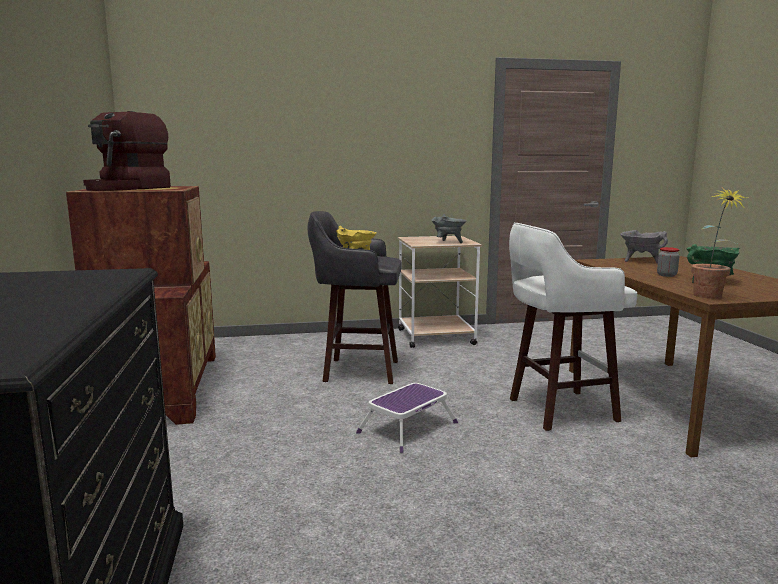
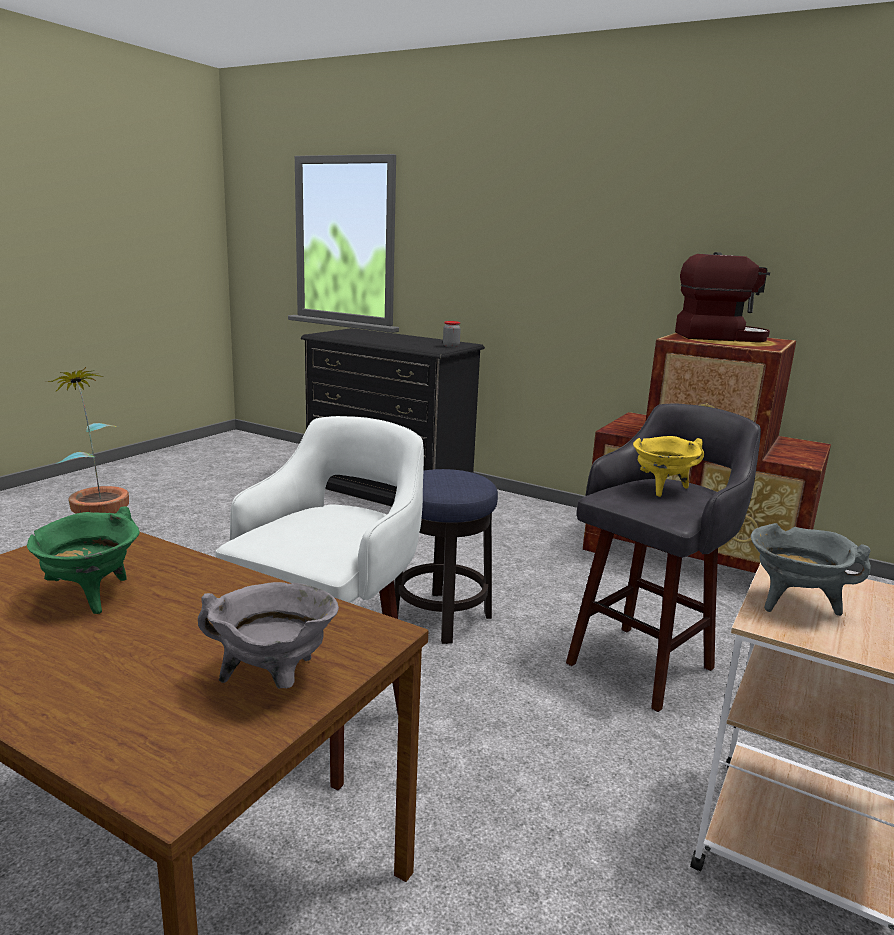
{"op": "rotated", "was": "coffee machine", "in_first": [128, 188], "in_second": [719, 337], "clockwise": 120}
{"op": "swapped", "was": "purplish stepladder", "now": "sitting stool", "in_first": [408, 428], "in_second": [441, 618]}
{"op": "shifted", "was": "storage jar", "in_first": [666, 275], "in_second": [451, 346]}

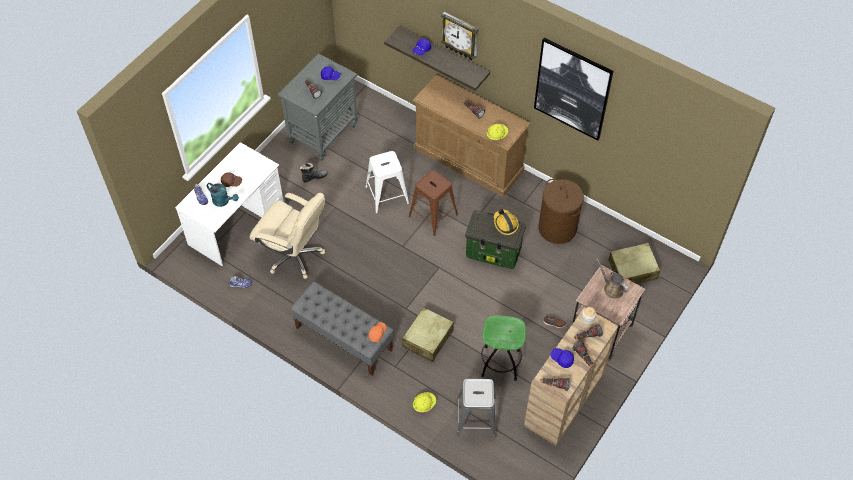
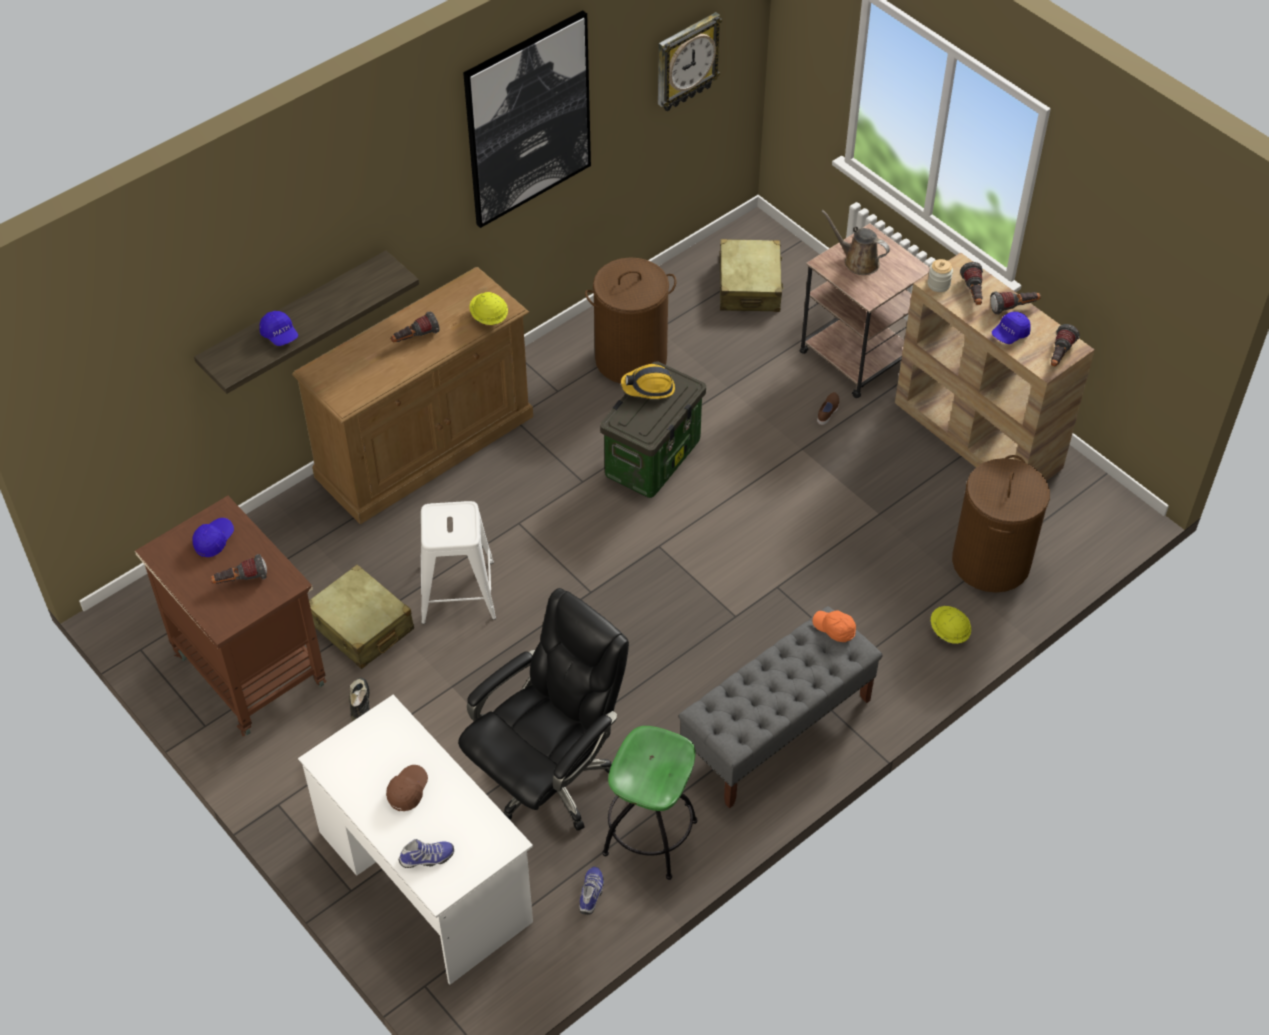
{"op": "gone", "was": "turquoise-coloured watering pot", "in_first": [223, 201]}
{"op": "repainted", "was": "beige-coloured office chair", "now": "black office chair", "in_first": [293, 255], "in_second": [548, 782]}
{"op": "repainted", "was": "greyish wheeled cart", "now": "brown-coloured wheeled cart", "in_first": [324, 133], "in_second": [249, 669]}
{"op": "shifted", "was": "beige-coloured suitcase", "in_first": [427, 339], "in_second": [361, 627]}
{"op": "gone", "was": "brown-coloured sitting stool", "in_first": [433, 215]}
{"op": "shifted", "was": "wall clock", "in_first": [460, 36], "in_second": [686, 62]}
{"op": "swapped", "was": "greyish sitting stool", "now": "brown-coloured washing basket", "in_first": [476, 418], "in_second": [991, 562]}
{"op": "shifted", "was": "green sitting stool", "in_first": [500, 363], "in_second": [650, 836]}
{"op": "rotated", "was": "brown-coloured watering pot", "in_first": [612, 288], "in_second": [858, 261], "clockwise": 60}

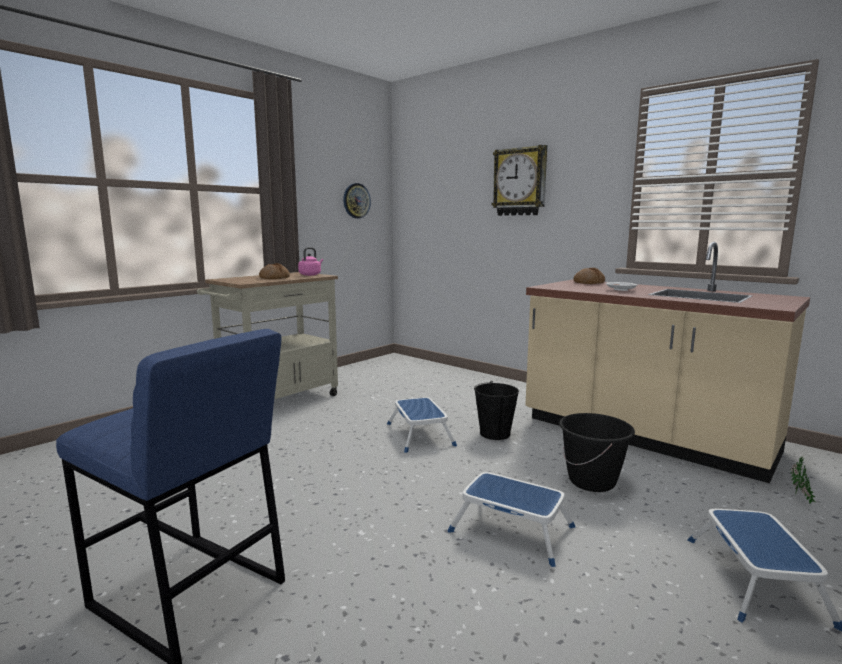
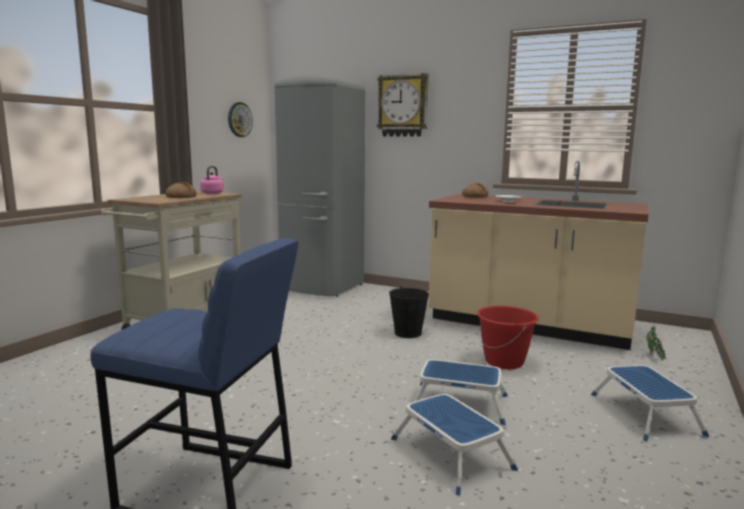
{"op": "shifted", "was": "bluish stepladder", "in_first": [419, 434], "in_second": [450, 454]}
{"op": "repainted", "was": "black pail", "now": "reddish pail", "in_first": [592, 481], "in_second": [504, 362]}
{"op": "new", "now": "greyish fridge", "in_second": [321, 287]}

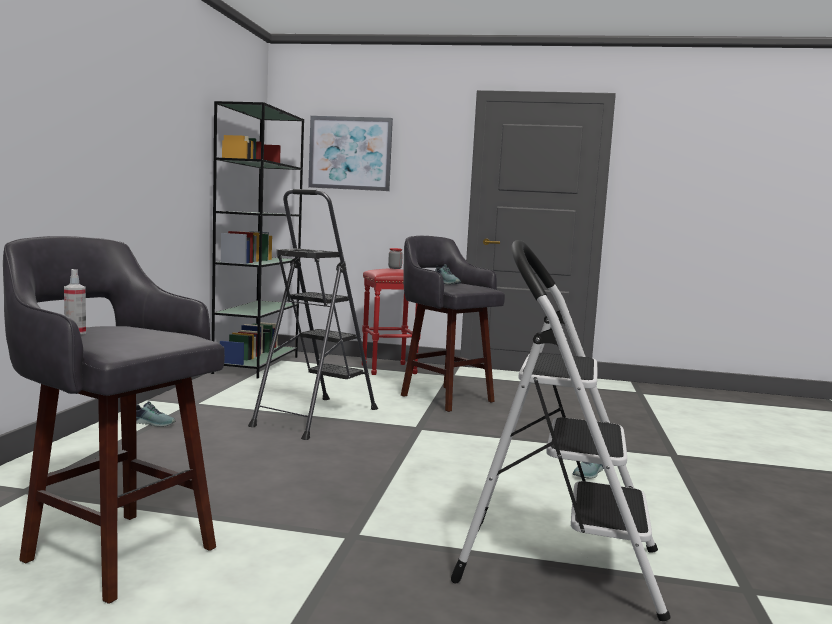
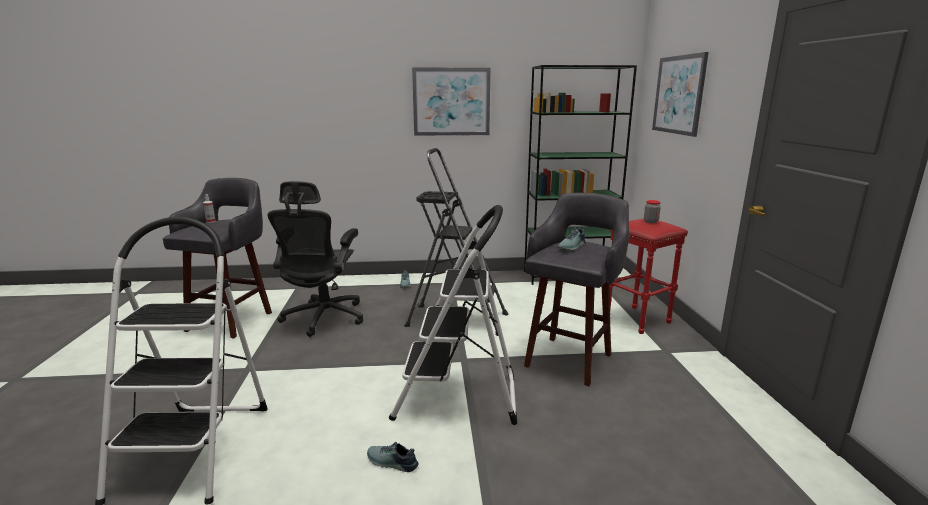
{"op": "new", "now": "office chair", "in_second": [323, 320]}
{"op": "new", "now": "stepladder", "in_second": [459, 397]}
{"op": "new", "now": "wall picture", "in_second": [451, 102]}

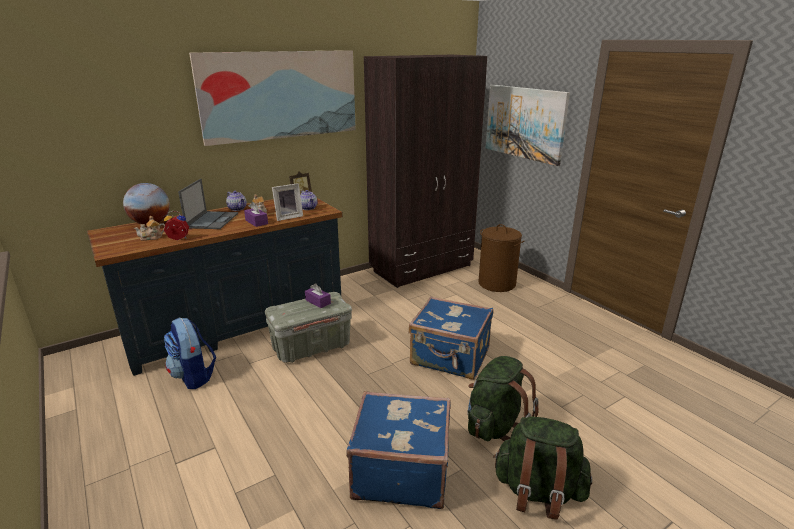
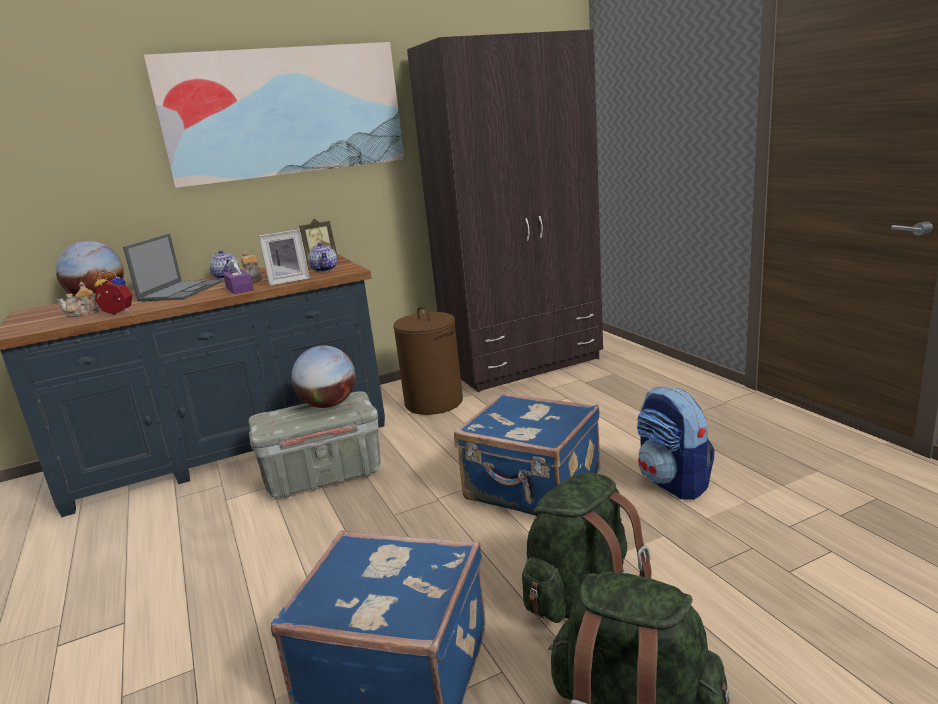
{"op": "shifted", "was": "backpack", "in_first": [194, 376], "in_second": [673, 482]}
{"op": "swapped", "was": "purplish tissue box", "now": "world globe", "in_first": [318, 302], "in_second": [329, 405]}
{"op": "shifted", "was": "brown-coloured washing basket", "in_first": [497, 284], "in_second": [434, 402]}
{"op": "gone", "was": "wall picture", "in_first": [524, 123]}

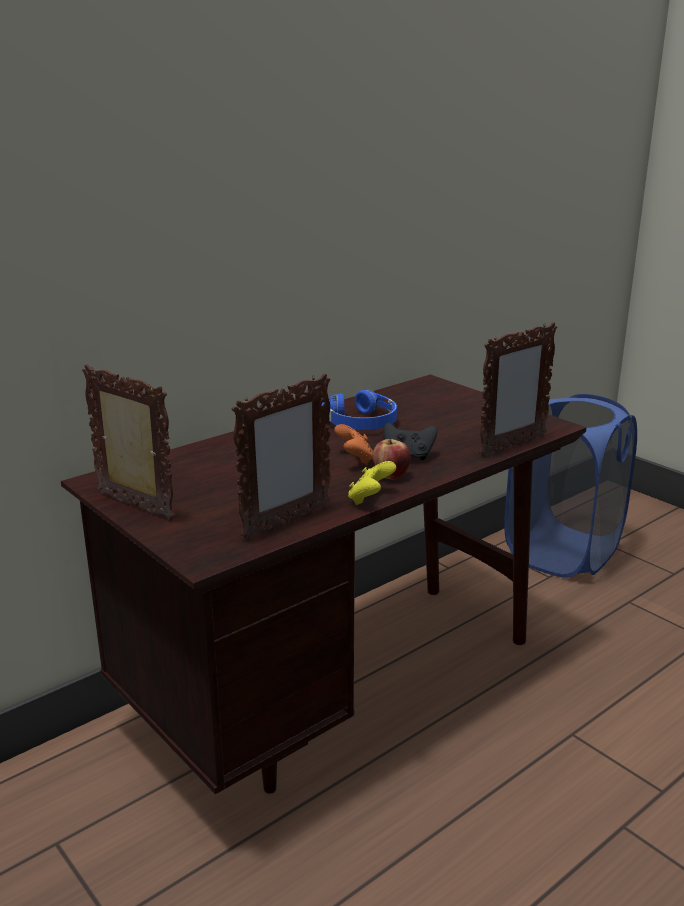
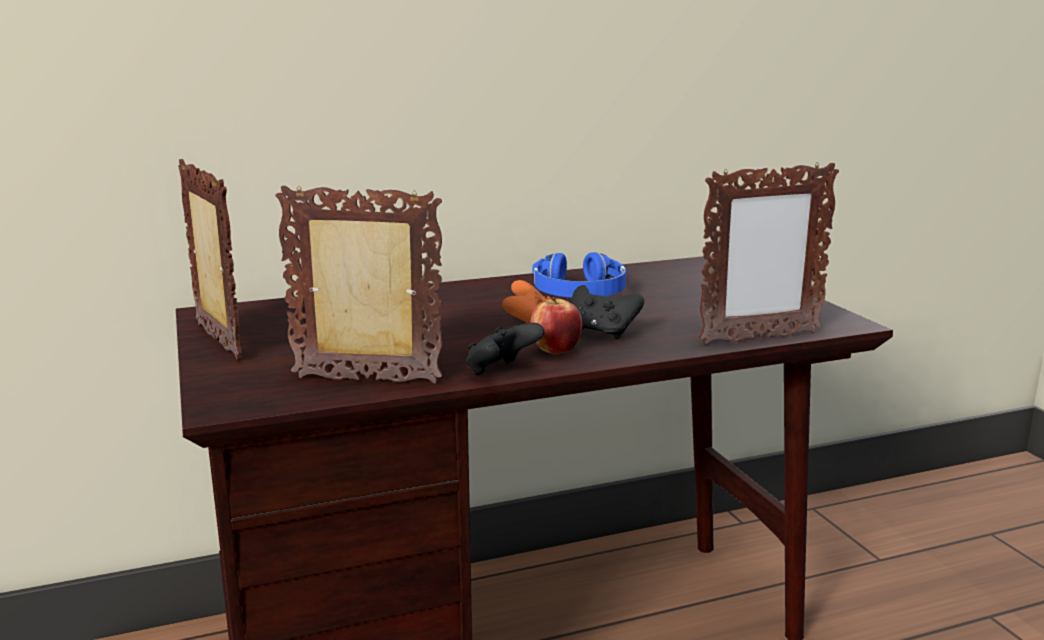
{"op": "rotated", "was": "standing frame", "in_first": [285, 522], "in_second": [367, 381], "clockwise": -150}
{"op": "repainted", "was": "yellowish game controller", "now": "black game controller", "in_first": [370, 499], "in_second": [501, 371]}
{"op": "gone", "was": "bluish washing basket", "in_first": [562, 552]}

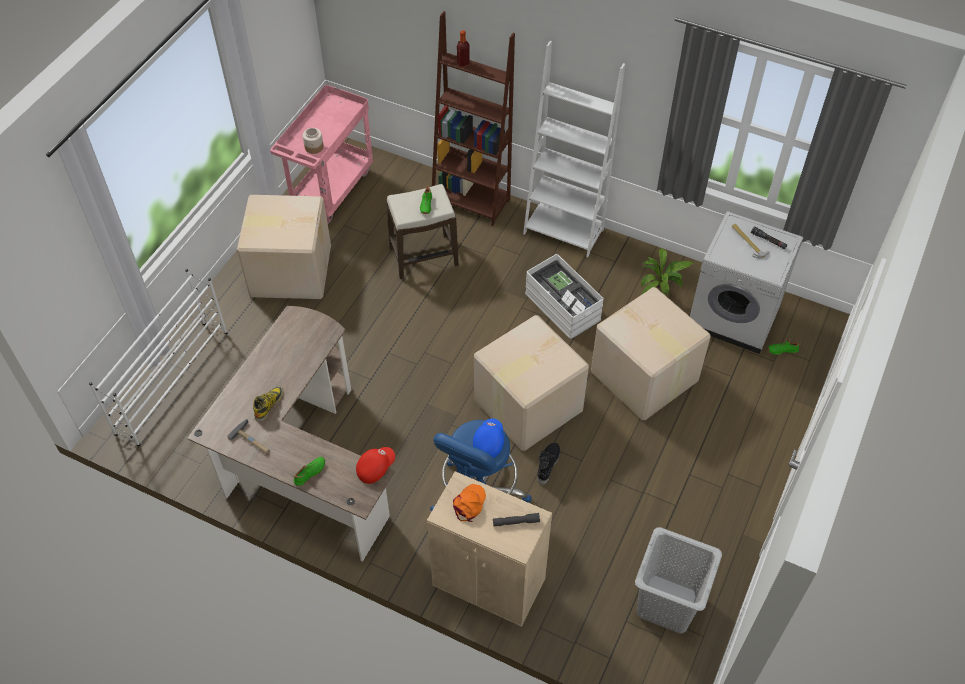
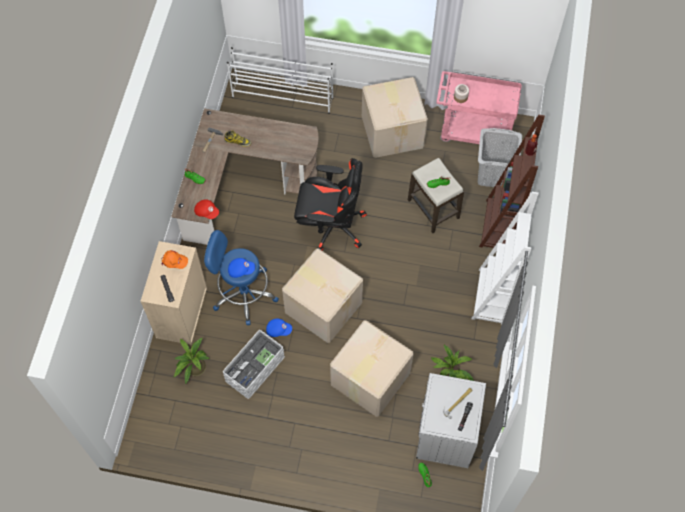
{"op": "shifted", "was": "whitish storage container", "in_first": [563, 305], "in_second": [255, 369]}
{"op": "swapped", "was": "black tall boot", "now": "bluish peaked cap", "in_first": [547, 464], "in_second": [278, 330]}
{"op": "shifted", "was": "greyish washing basket", "in_first": [666, 603], "in_second": [493, 174]}
{"op": "new", "now": "plant in a pot", "in_second": [194, 369]}
{"op": "new", "now": "black office chair", "in_second": [329, 226]}

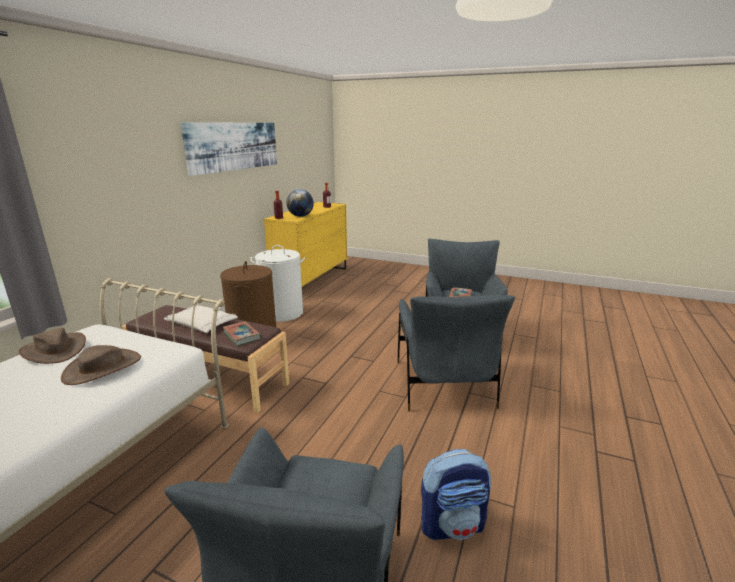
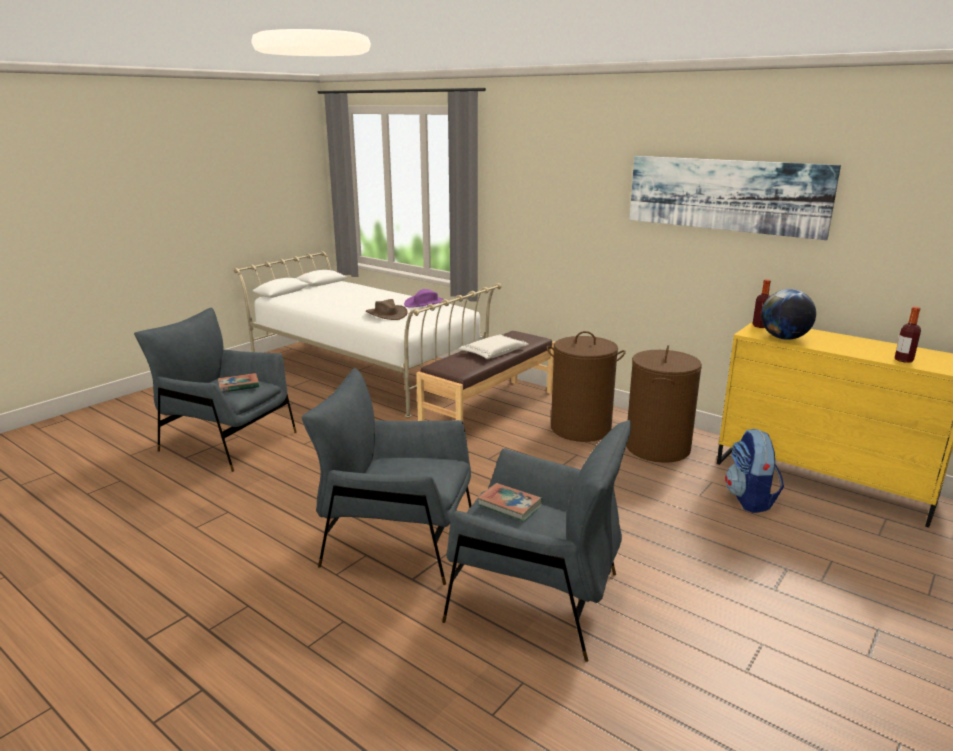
{"op": "repainted", "was": "brown-coloured hat", "now": "purplish hat", "in_first": [54, 350], "in_second": [426, 303]}
{"op": "shifted", "was": "bound book", "in_first": [242, 335], "in_second": [238, 386]}
{"op": "repainted", "was": "whitish washing basket", "now": "brown-coloured washing basket", "in_first": [282, 313], "in_second": [657, 448]}
{"op": "shifted", "was": "backpack", "in_first": [453, 524], "in_second": [750, 500]}

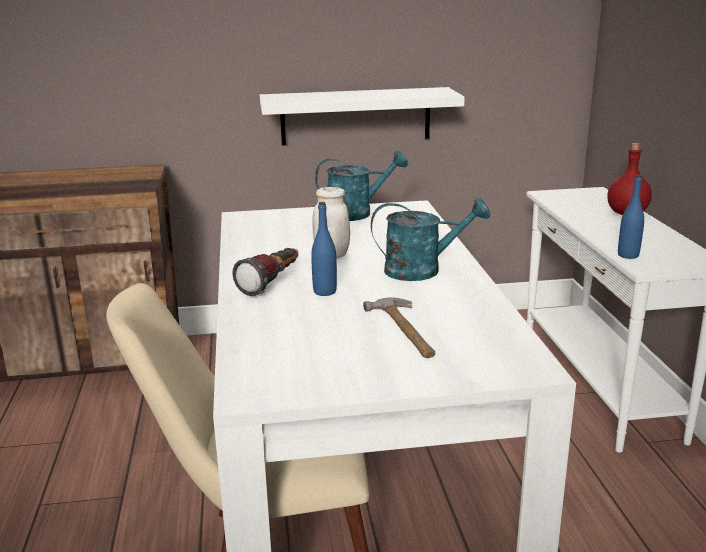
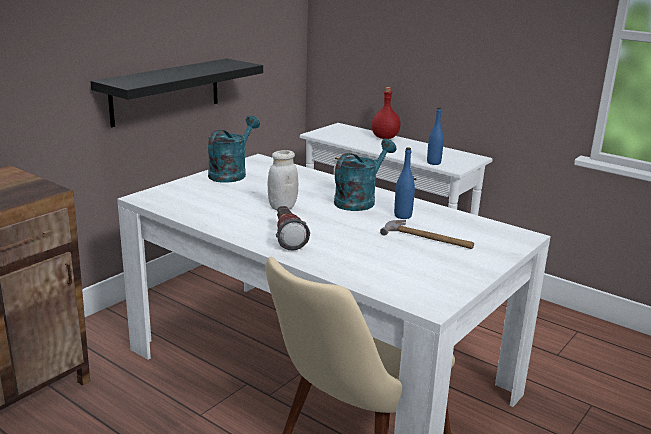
{"op": "repainted", "was": "whitish wall shelf", "now": "black wall shelf", "in_first": [355, 116], "in_second": [166, 91]}
{"op": "shifted", "was": "bluish beverage bottle", "in_first": [325, 292], "in_second": [403, 216]}

